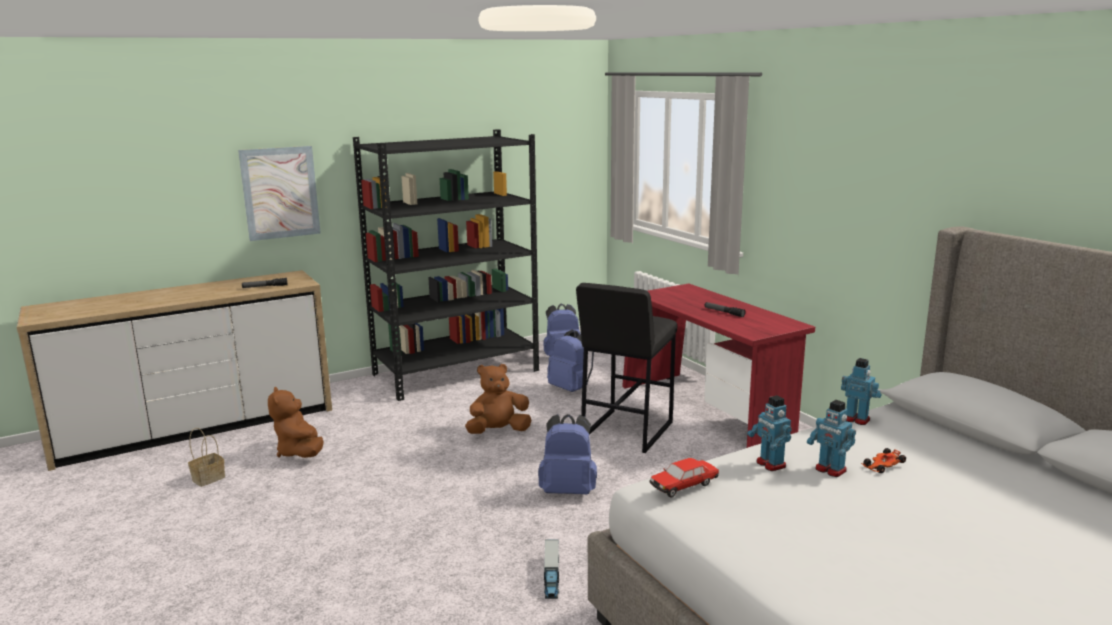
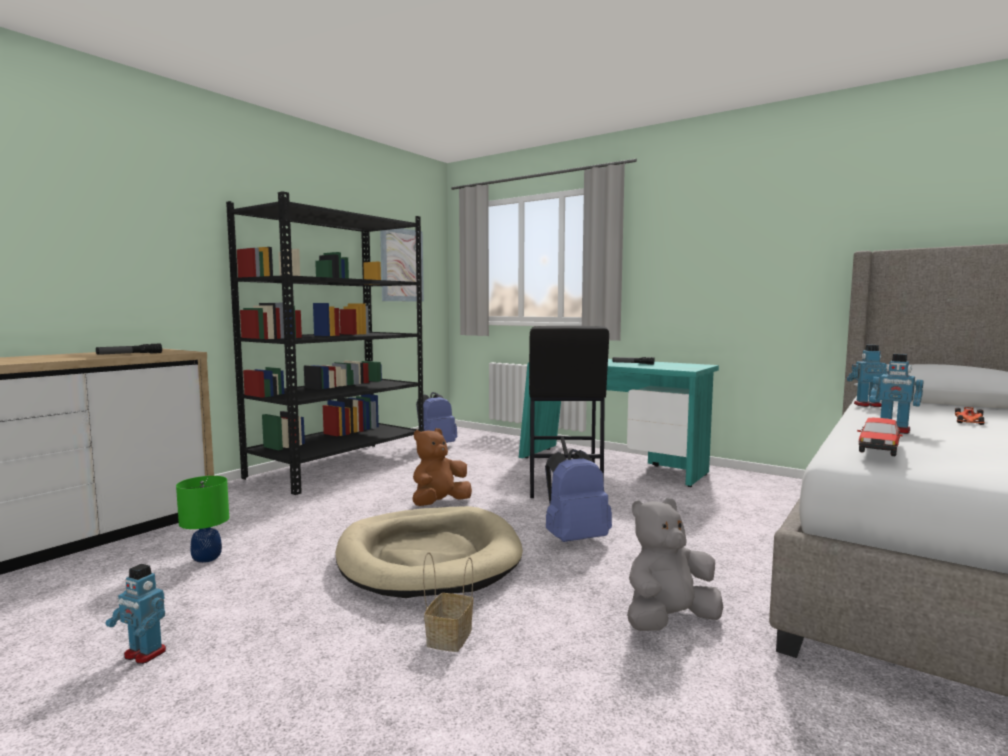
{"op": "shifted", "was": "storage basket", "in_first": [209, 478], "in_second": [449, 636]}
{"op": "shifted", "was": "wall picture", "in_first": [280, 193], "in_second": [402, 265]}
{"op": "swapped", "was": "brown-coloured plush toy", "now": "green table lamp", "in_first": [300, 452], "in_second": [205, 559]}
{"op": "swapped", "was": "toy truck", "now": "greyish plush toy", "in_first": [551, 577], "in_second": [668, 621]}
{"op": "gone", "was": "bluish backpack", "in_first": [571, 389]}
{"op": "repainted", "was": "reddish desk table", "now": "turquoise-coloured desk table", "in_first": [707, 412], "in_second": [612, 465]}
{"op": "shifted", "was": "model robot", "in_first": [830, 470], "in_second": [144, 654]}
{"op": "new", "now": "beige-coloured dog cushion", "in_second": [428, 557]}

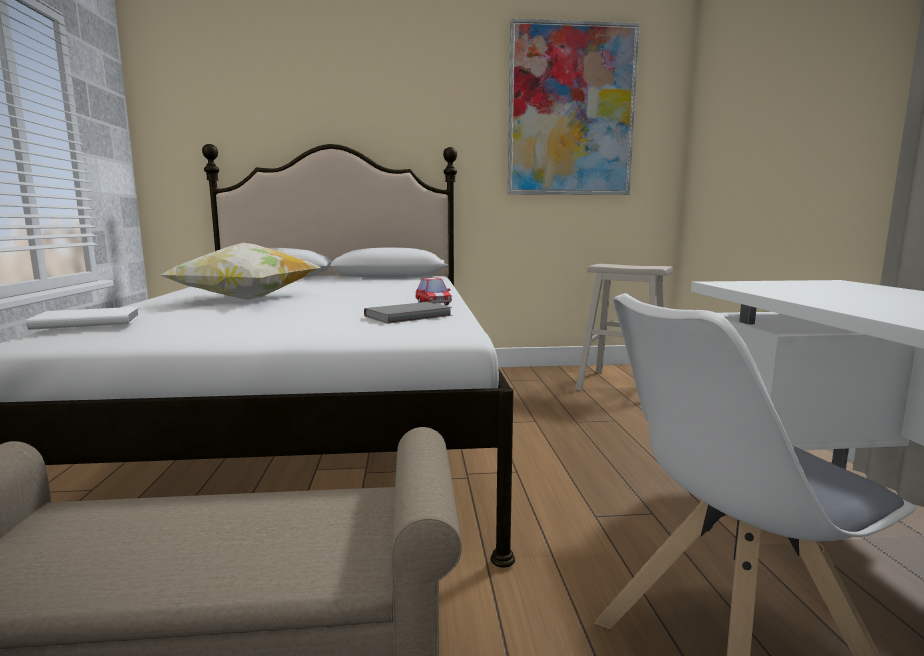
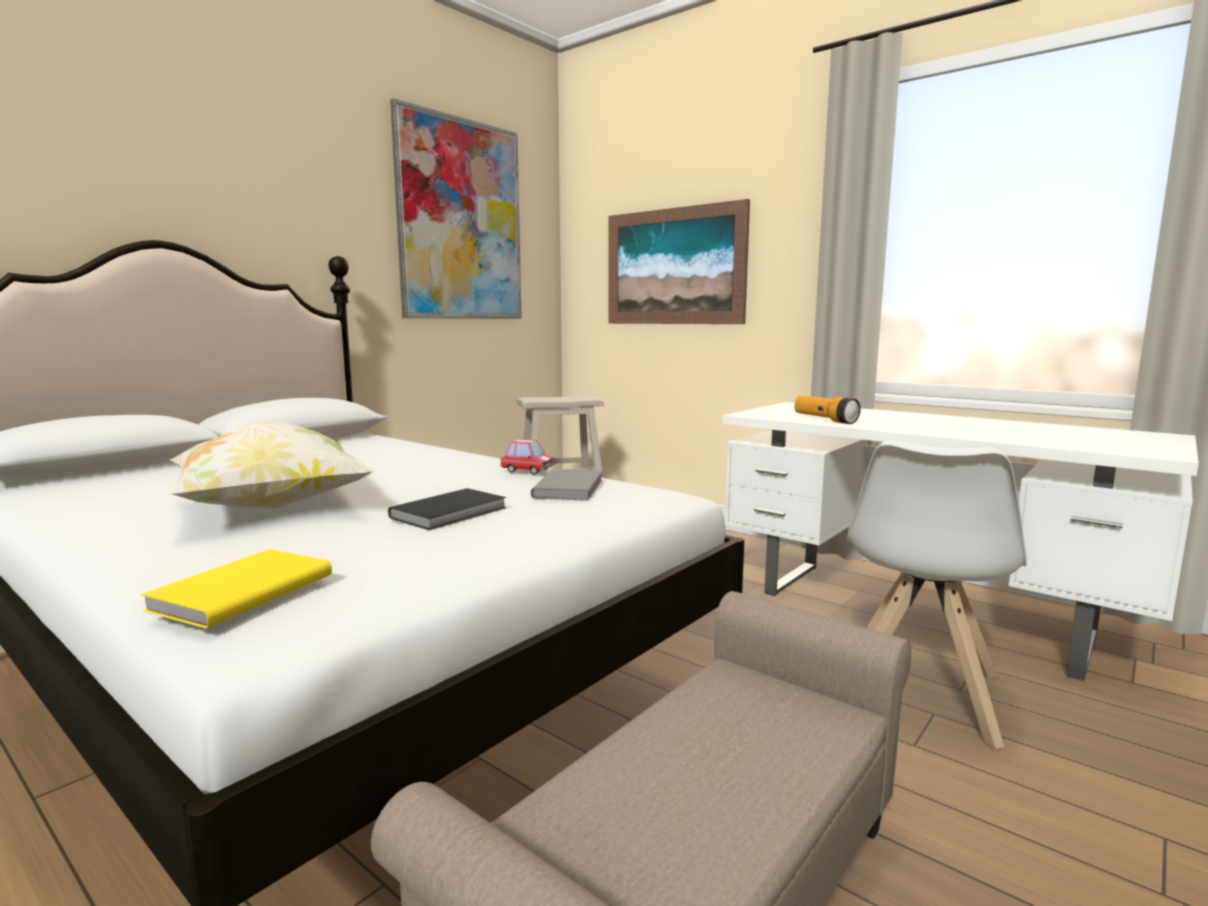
{"op": "repainted", "was": "whitish bound book", "now": "yellowish bound book", "in_first": [87, 322], "in_second": [239, 592]}
{"op": "new", "now": "black bound book", "in_second": [451, 513]}
{"op": "new", "now": "wall picture", "in_second": [673, 267]}
{"op": "new", "now": "torch", "in_second": [825, 420]}

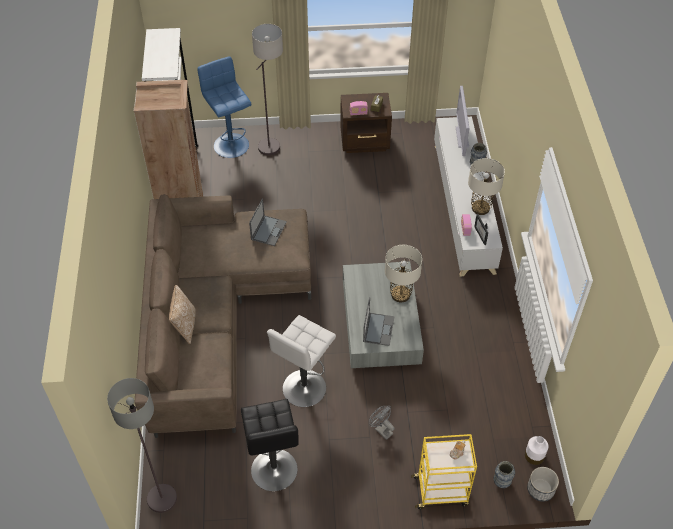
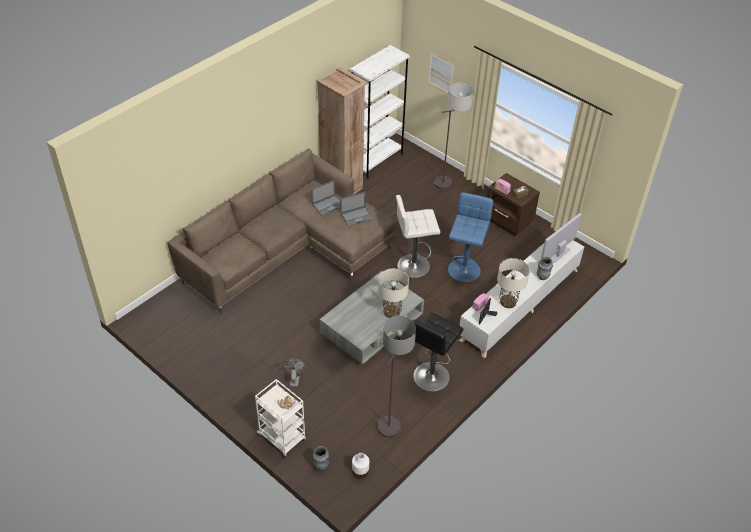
{"op": "shifted", "was": "greyish standard lamp", "in_first": [159, 491], "in_second": [392, 421]}
{"op": "gone", "was": "throw pillow", "in_first": [185, 326]}
{"op": "shifted", "was": "bluish sitting stool", "in_first": [231, 145], "in_second": [464, 270]}
{"op": "shifted", "was": "black sitting stool", "in_first": [273, 470], "in_second": [430, 376]}
{"op": "shifted", "was": "whitish sitting stool", "in_first": [303, 388], "in_second": [413, 265]}
{"op": "shifted", "was": "laptop", "in_first": [378, 329], "in_second": [328, 205]}
{"op": "repainted", "was": "yellowish wheeled cart", "now": "whitish wheeled cart", "in_first": [441, 491], "in_second": [282, 438]}
{"op": "gone", "was": "planter", "in_first": [540, 490]}
{"op": "new", "now": "wall picture", "in_second": [441, 73]}

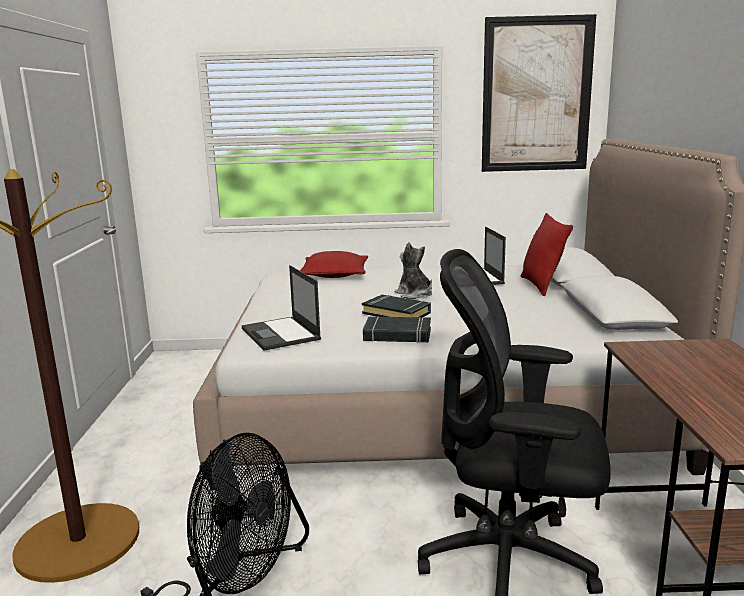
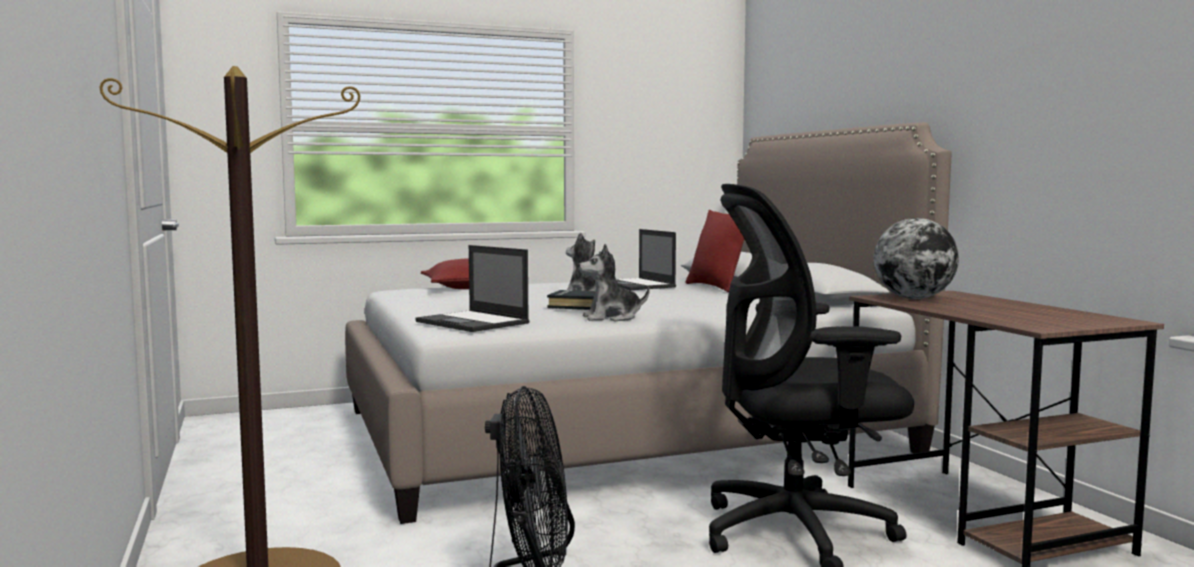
{"op": "swapped", "was": "black bound book", "now": "plush toy", "in_first": [397, 335], "in_second": [611, 318]}
{"op": "gone", "was": "wall picture", "in_first": [536, 95]}
{"op": "new", "now": "world globe", "in_second": [913, 298]}

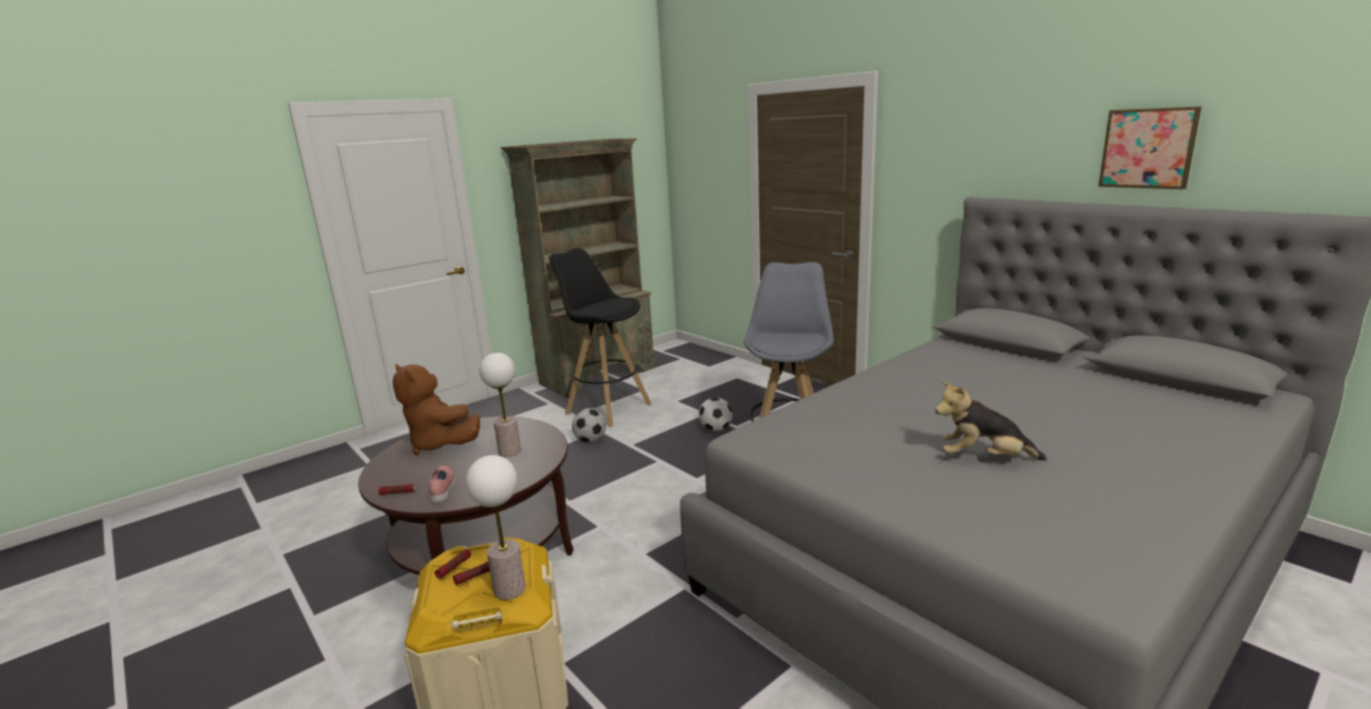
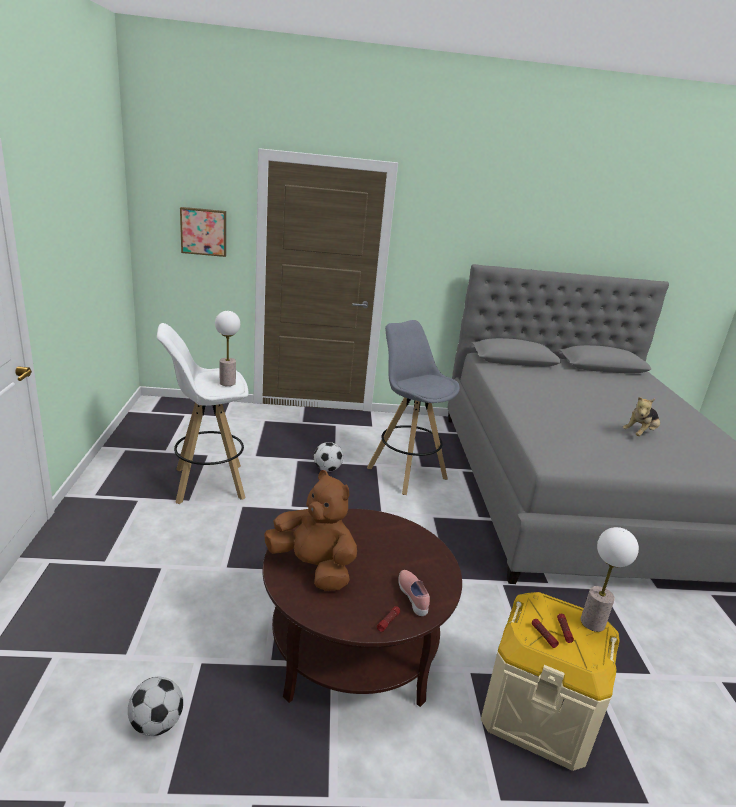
{"op": "rotated", "was": "brown-coloured plush toy", "in_first": [440, 444], "in_second": [313, 567], "clockwise": -135}
{"op": "rotated", "was": "pink item of footwear", "in_first": [443, 490], "in_second": [413, 597], "clockwise": 45}
{"op": "shifted", "was": "table lamp", "in_first": [509, 451], "in_second": [227, 383]}
{"op": "gone", "was": "green bookshelf", "in_first": [597, 375]}
{"op": "repainted", "was": "black sitting stool", "now": "whitish sitting stool", "in_first": [607, 408], "in_second": [207, 483]}
{"op": "shifted", "was": "ball for football", "in_first": [590, 441], "in_second": [156, 724]}
{"op": "shifted", "was": "wall picture", "in_first": [1148, 148], "in_second": [204, 231]}

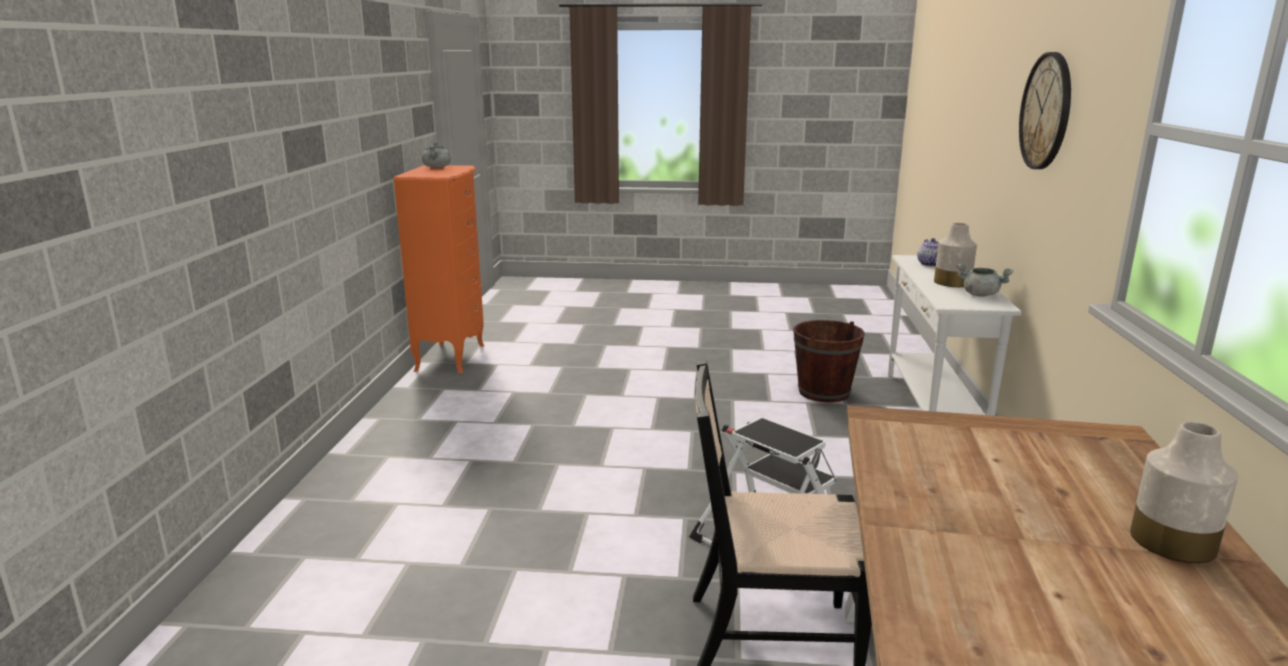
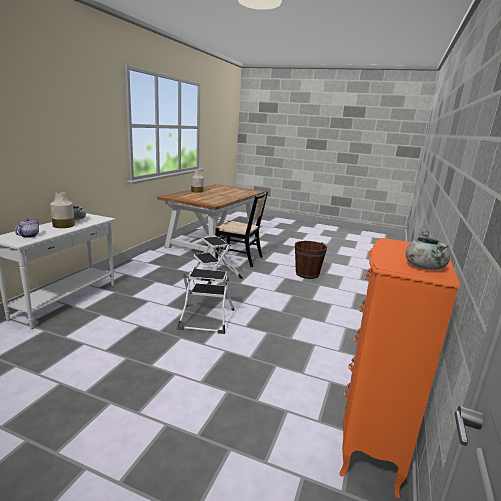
{"op": "shifted", "was": "brown-coloured pail", "in_first": [823, 392], "in_second": [307, 274]}
{"op": "gone", "was": "wall clock", "in_first": [1046, 111]}
{"op": "new", "now": "stepladder", "in_second": [206, 317]}

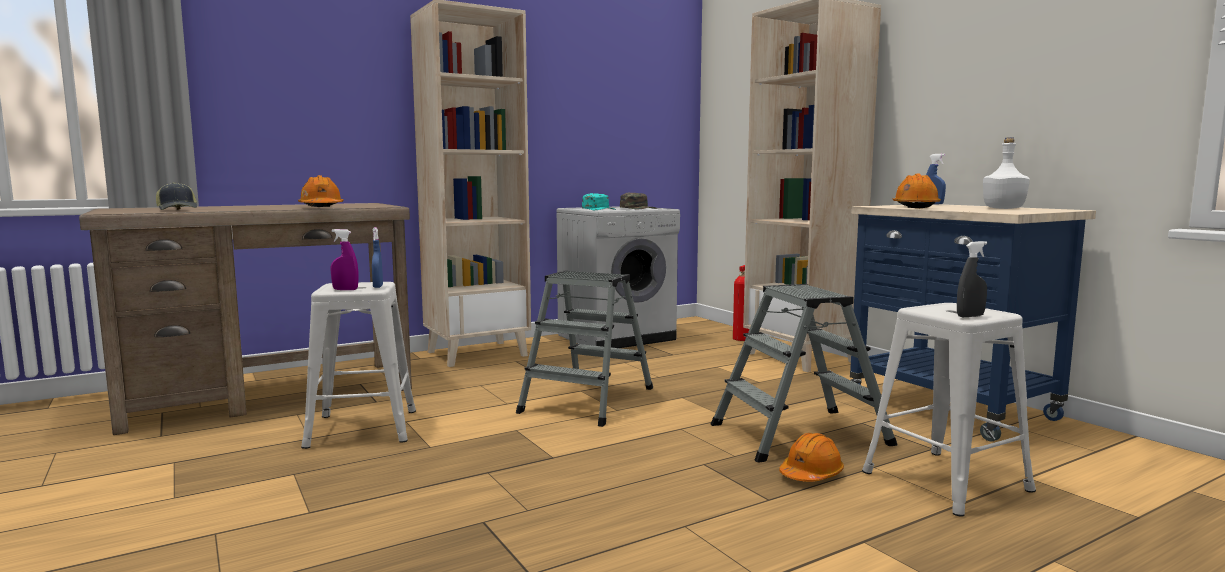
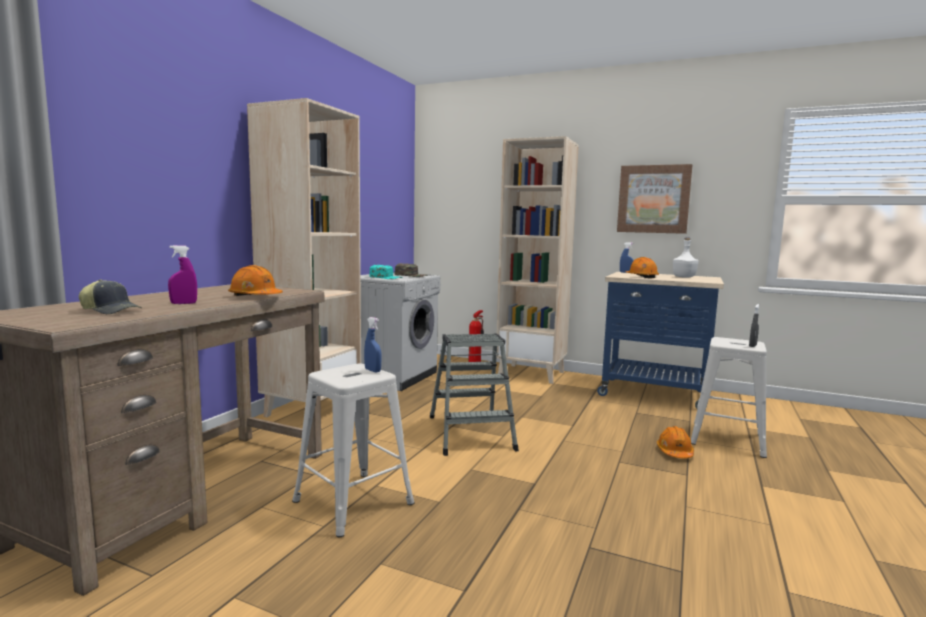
{"op": "shifted", "was": "purplish sprayer", "in_first": [345, 289], "in_second": [183, 303]}
{"op": "gone", "was": "greyish stepladder", "in_first": [800, 434]}
{"op": "new", "now": "wall picture", "in_second": [653, 199]}

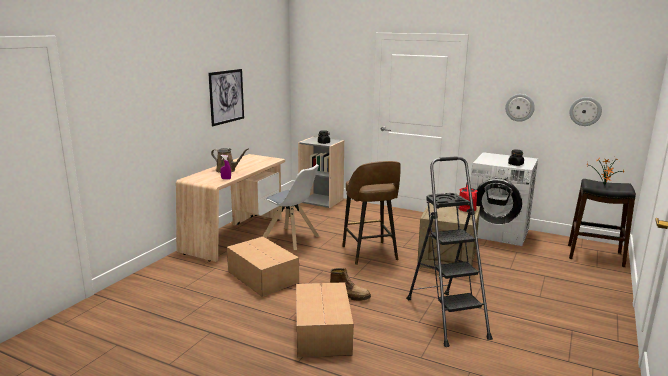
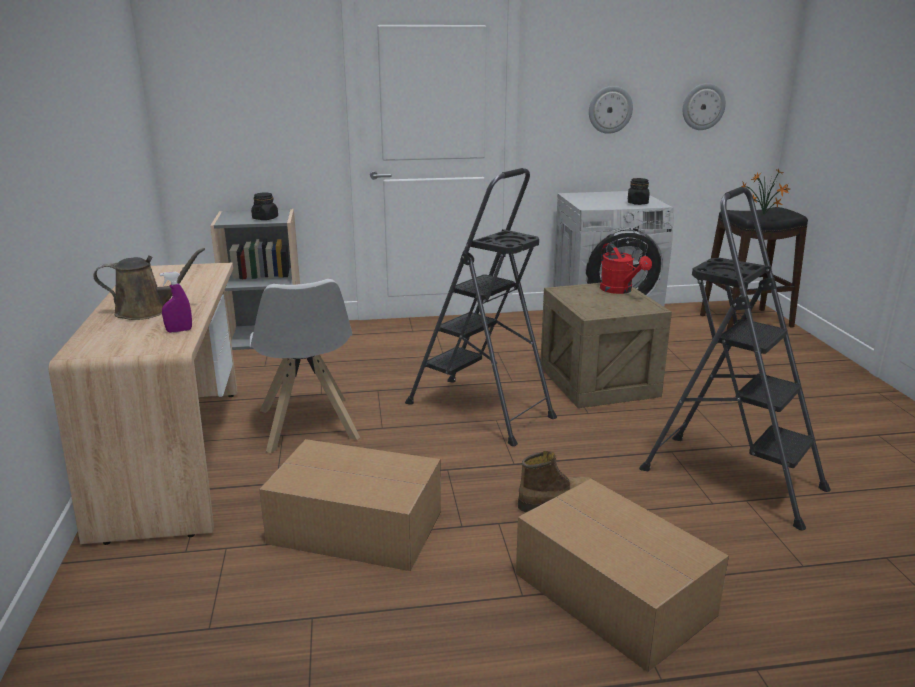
{"op": "gone", "was": "wall picture", "in_first": [226, 96]}
{"op": "rotated", "was": "upright chair", "in_first": [291, 239], "in_second": [308, 426], "clockwise": 75}
{"op": "swapped", "was": "brown-coloured sitting stool", "now": "stepladder", "in_first": [370, 254], "in_second": [481, 410]}

